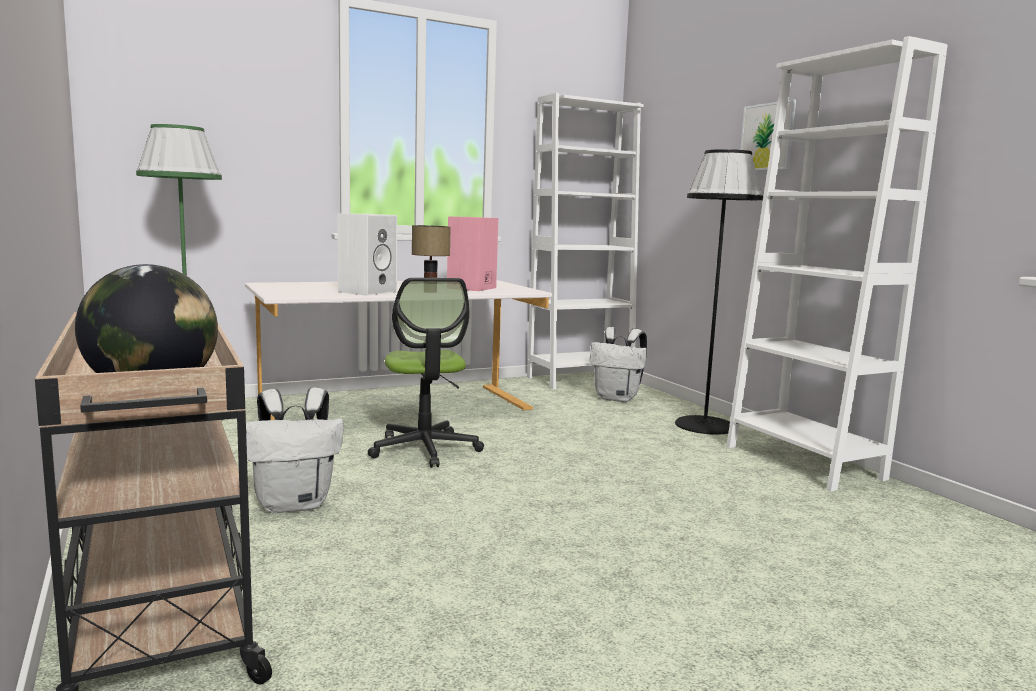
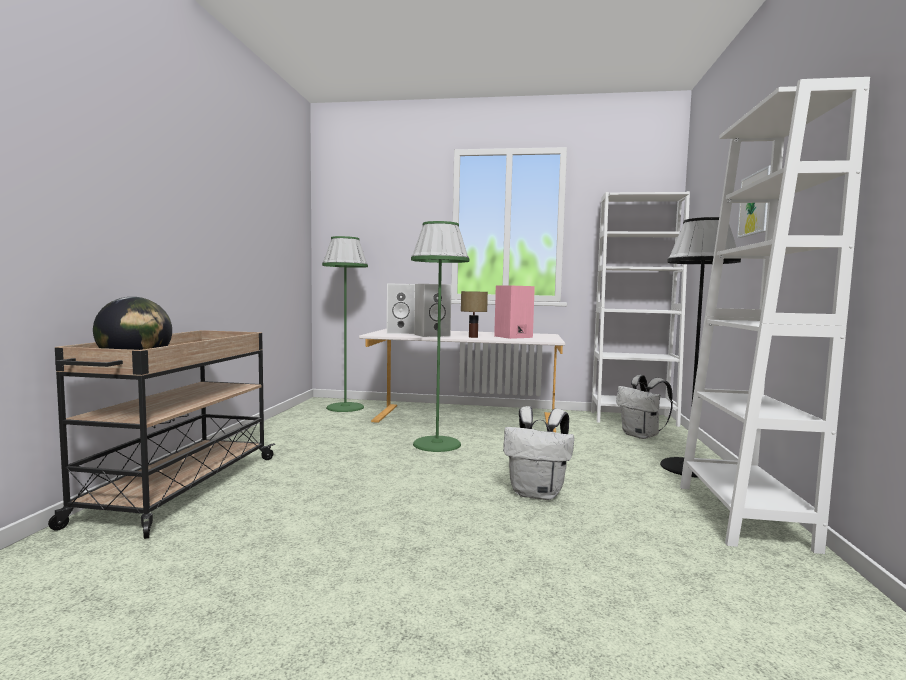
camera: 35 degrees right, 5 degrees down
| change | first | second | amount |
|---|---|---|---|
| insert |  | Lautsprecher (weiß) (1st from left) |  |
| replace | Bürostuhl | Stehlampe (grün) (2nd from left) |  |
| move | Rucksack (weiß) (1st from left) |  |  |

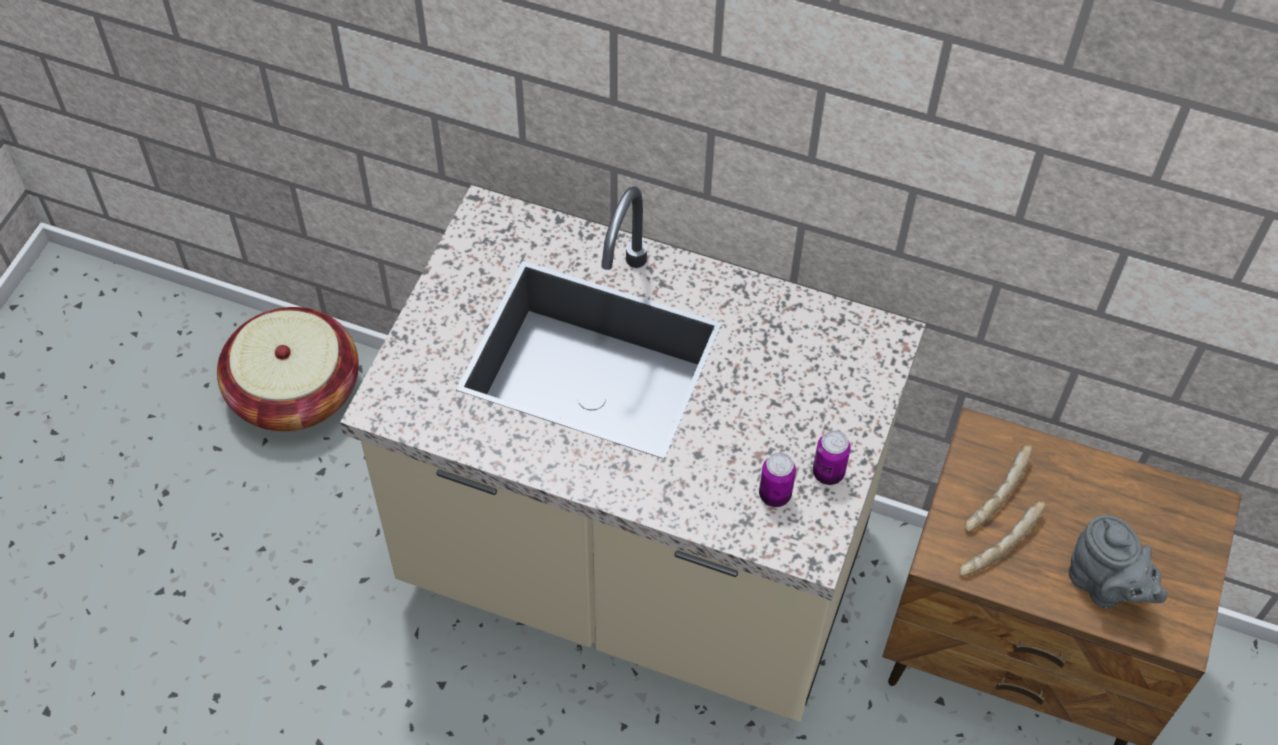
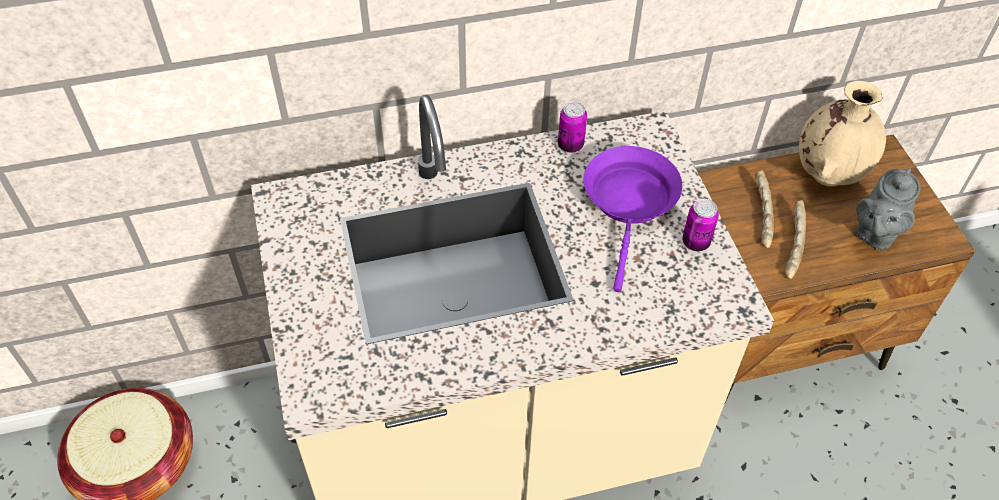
camera: 35 degrees left, 5 degrees down
| change | first | second | amount |
|---|---|---|---|
| move | Dose (1st from left) |  |  |
| insert |  | Pfanne (lila) |  |
| insert |  | Vase (beige) |  |
| rotate | Teekanne (grau) |  | 105 degrees clockwise |

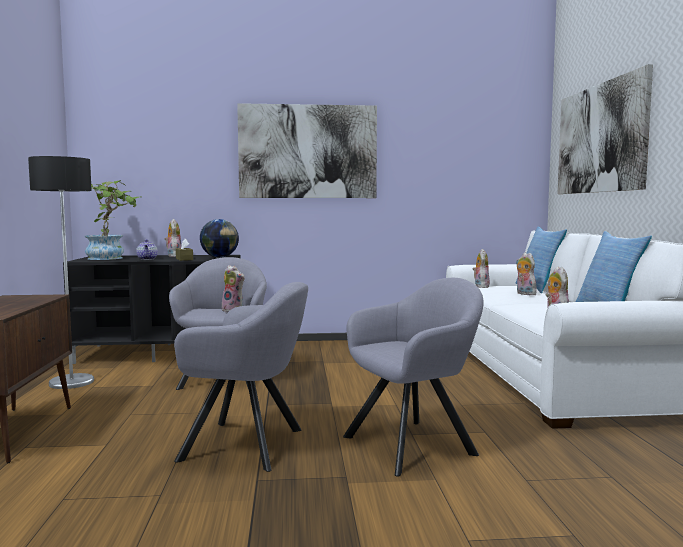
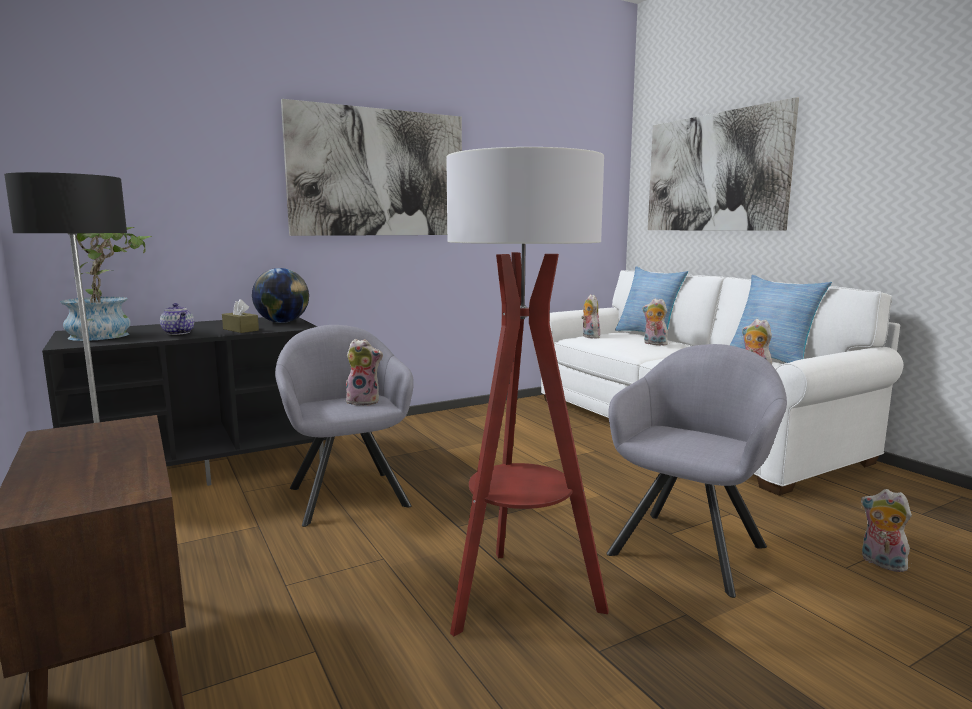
camera: 25 degrees left, 5 degrees up
| change | first | second | amount |
|---|---|---|---|
| replace | Sessel (grau) (2nd from left) | Stehlampe (2nd from left) |  |
| move | Plüschtier (1st from left in the first image) | Plüschtier (5th from left) |  |

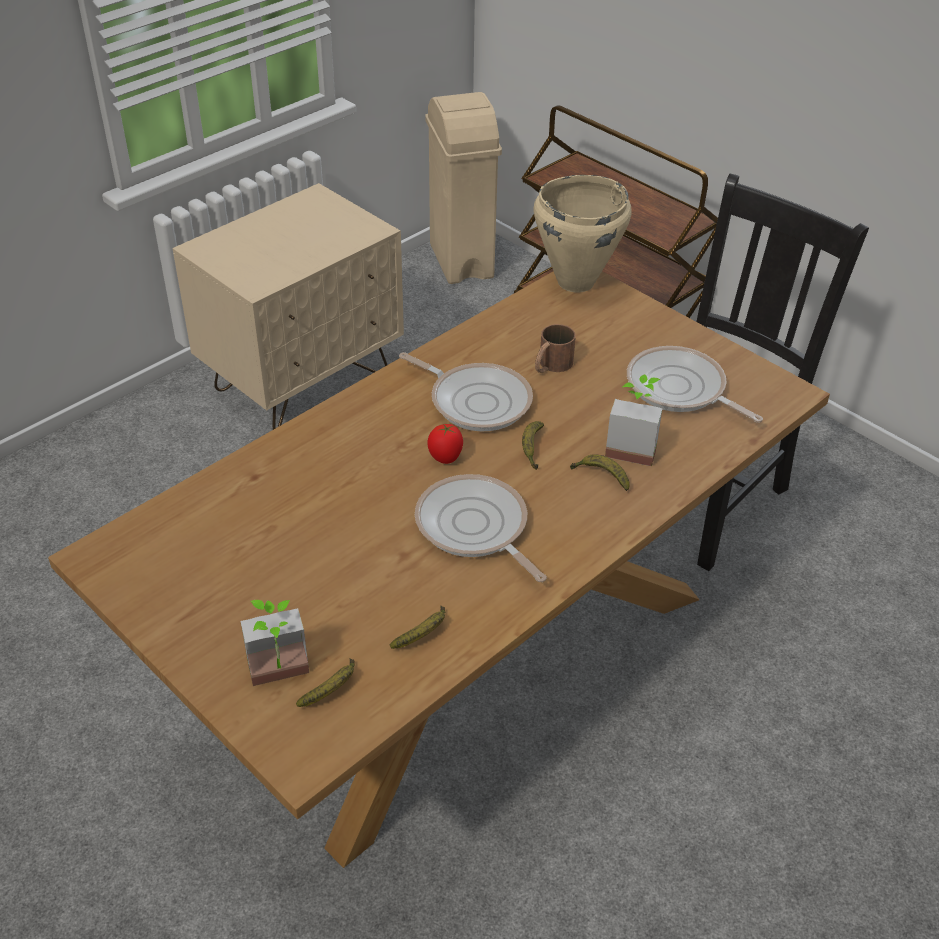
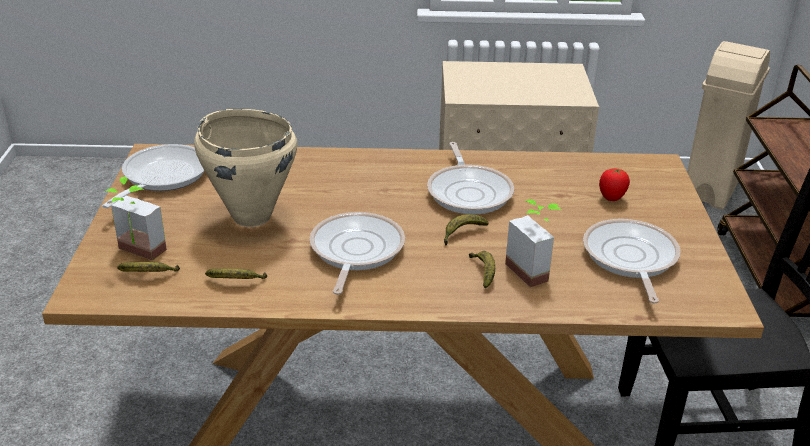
camera: 45 degrees right, 10 degrees down
| change | first | second | amount |
|---|---|---|---|
| insert |  | Pfanne (1st from left) |  |
| move | Kochtopf (beige) |  |  |
| move | Tomate |  |  |
| delete | Henkelbecher (braun) |  |  |

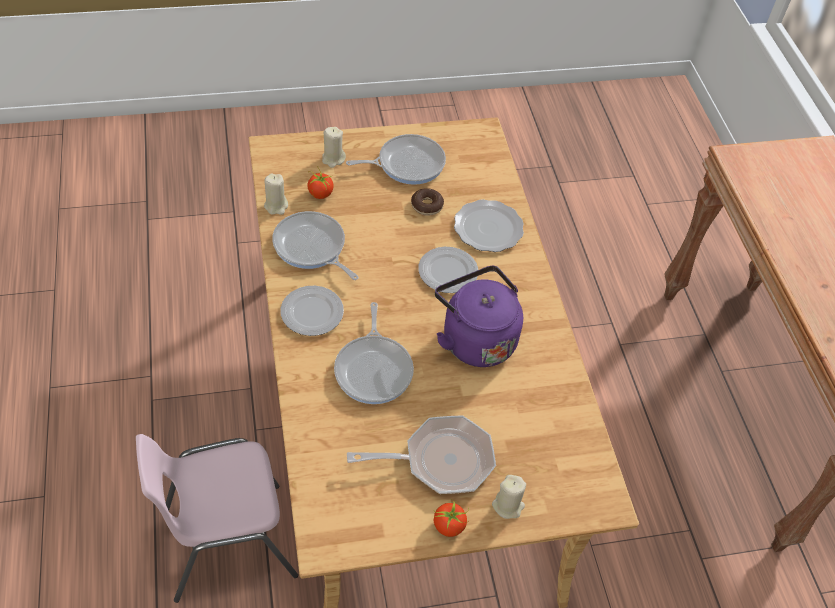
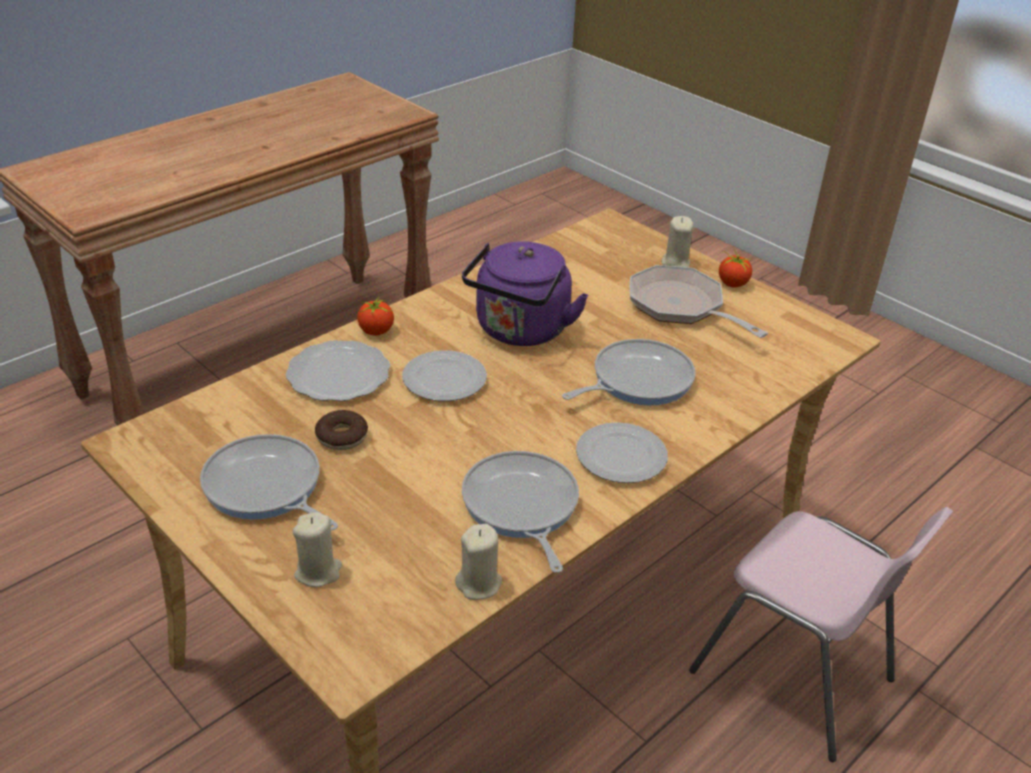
camera: 120 degrees left, 15 degrees down
| change | first | second | amount |
|---|---|---|---|
| move | Tomate (1st from left) |  |  |
| rotate | Pfanne (1st from left in the first image) | Pfanne (2nd from left) | 150 degrees clockwise |

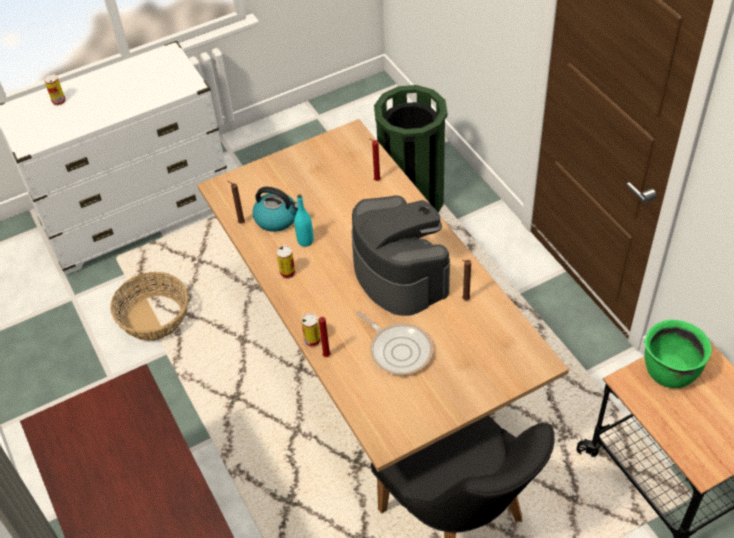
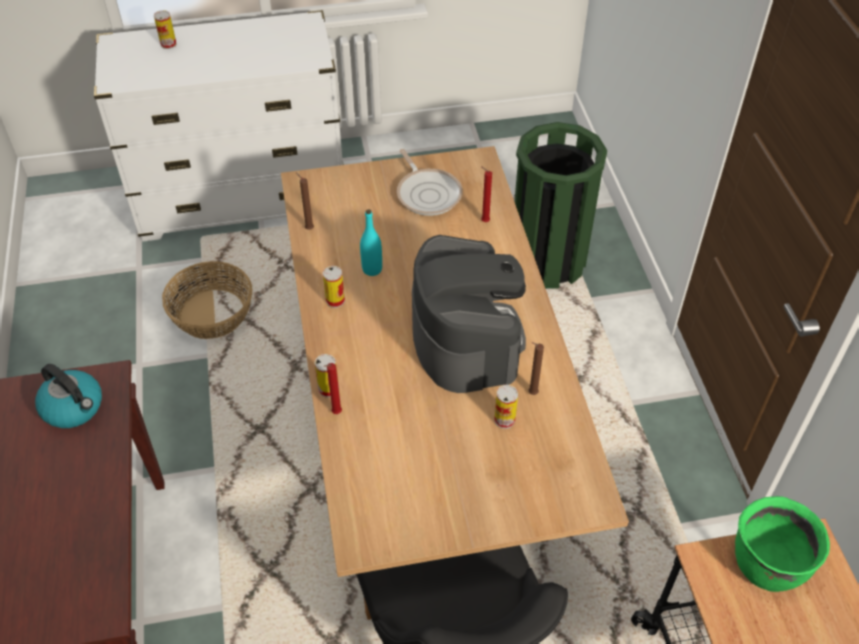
camera: 15 degrees right, 0 degrees up
| change | first | second | amount |
|---|---|---|---|
| move | Wasserkessel |  |  |
| move | Pfanne |  |  |
| insert |  | Dose (4th from left) |  |

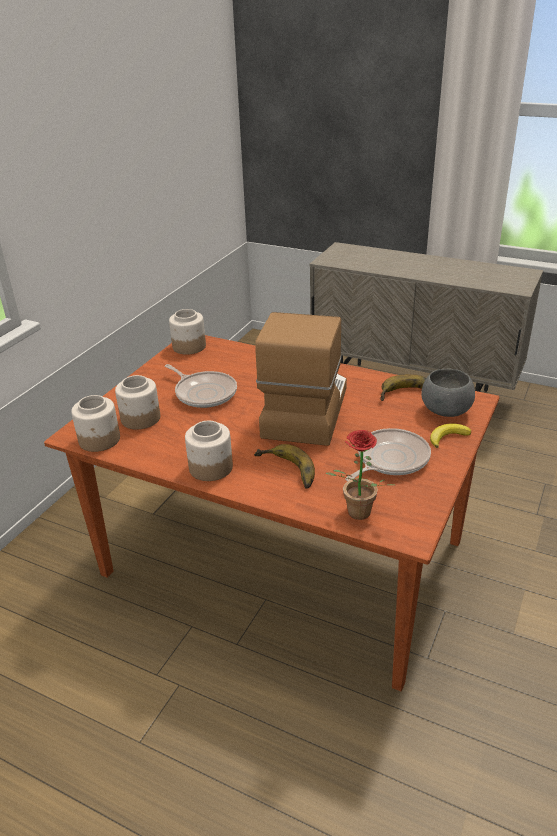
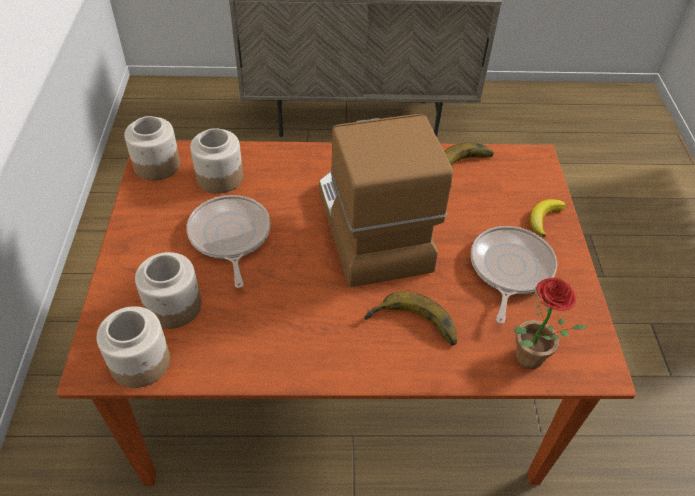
camera: 30 degrees left, 15 degrees up
| change | first | second | amount |
|---|---|---|---|
| rotate | Pfanne (1st from left) |  | 120 degrees counterclockwise |
| move | Vorratsglas (4th from left) |  |  |
| delete | Schüssel (grau) |  |  |

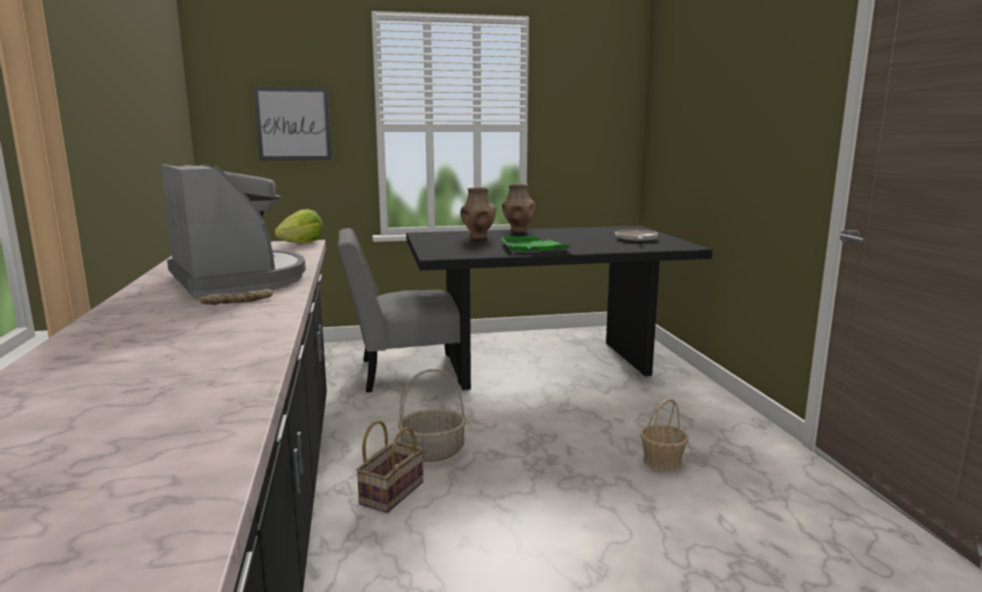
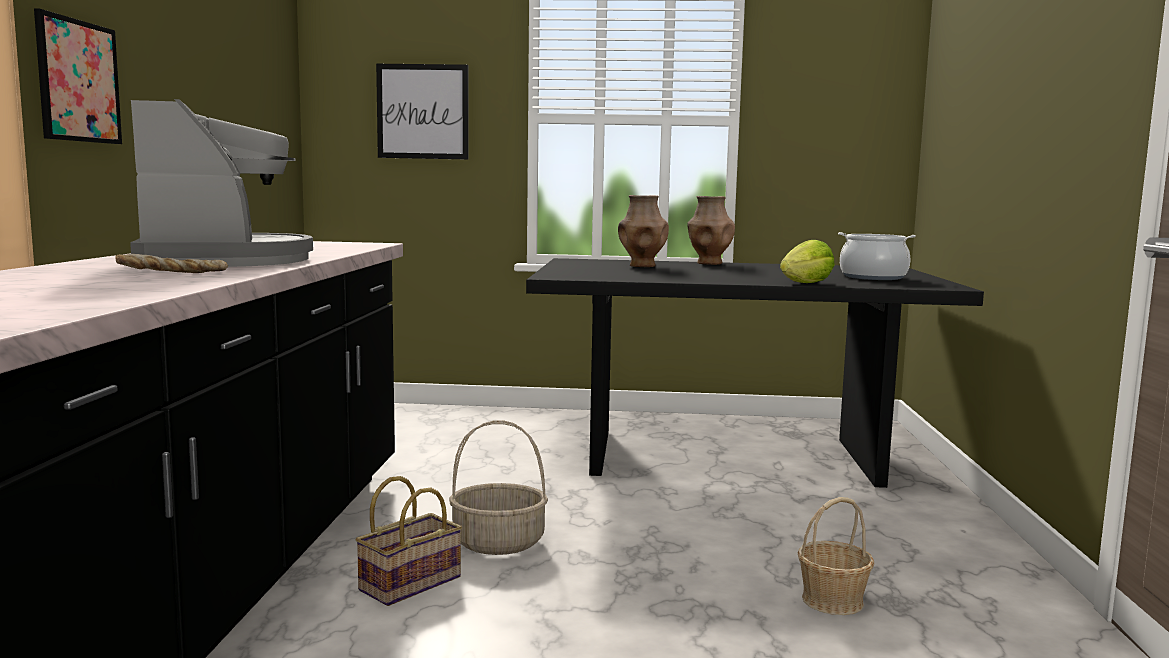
camera: 15 degrees right, 5 degrees down
| change | first | second | amount |
|---|---|---|---|
| insert |  | Bild (1st from left) |  |
| move | Salatkopf |  |  |
| replace | Pfanne | Kochtopf |  |
| delete | Stuhl (grau) |  |  |
| delete | Tablett (grün) |  |  |

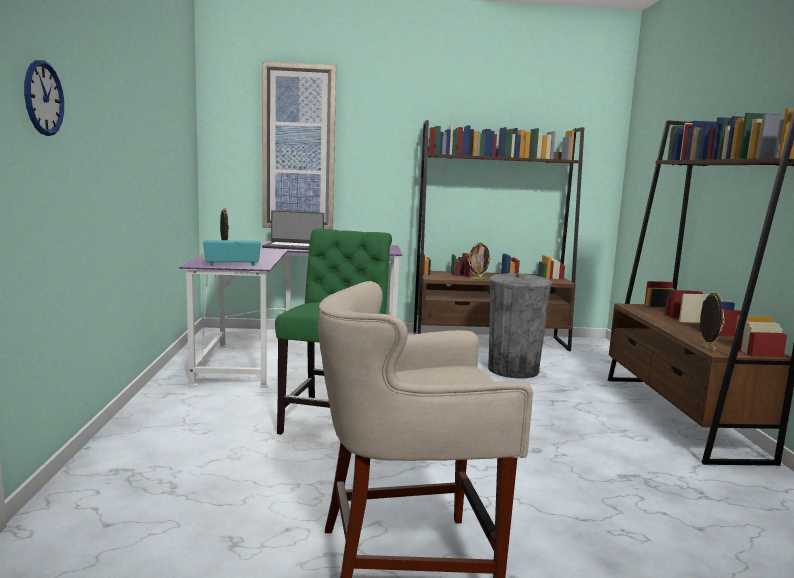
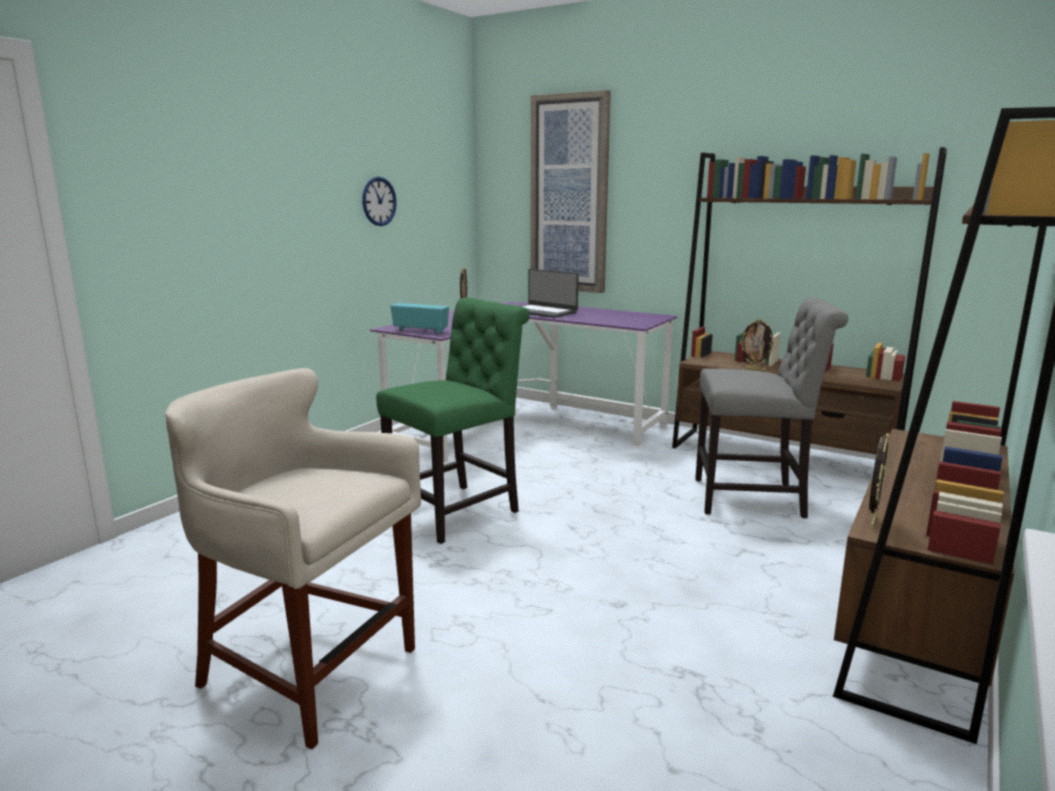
camera: 35 degrees right, 5 degrees up
| change | first | second | amount |
|---|---|---|---|
| move | Wanduhr |  |  |
| replace | Mülleimer (grau) | Stuhl (grau) |  |

